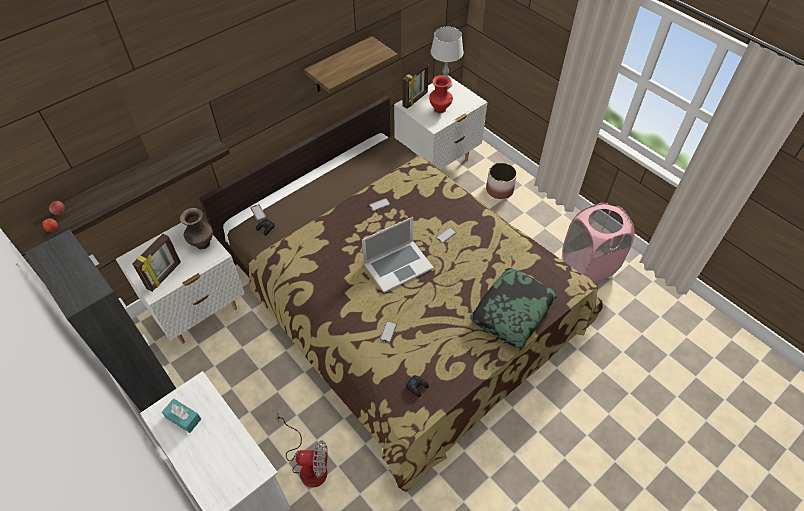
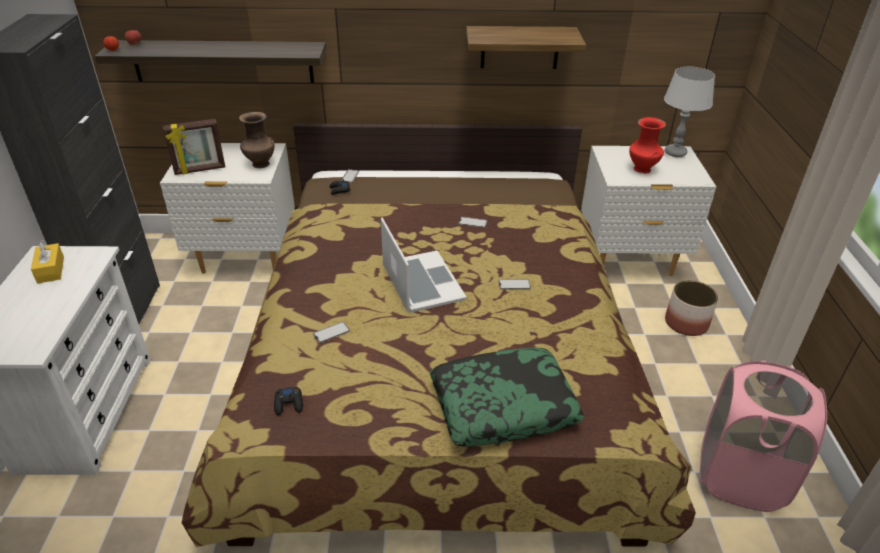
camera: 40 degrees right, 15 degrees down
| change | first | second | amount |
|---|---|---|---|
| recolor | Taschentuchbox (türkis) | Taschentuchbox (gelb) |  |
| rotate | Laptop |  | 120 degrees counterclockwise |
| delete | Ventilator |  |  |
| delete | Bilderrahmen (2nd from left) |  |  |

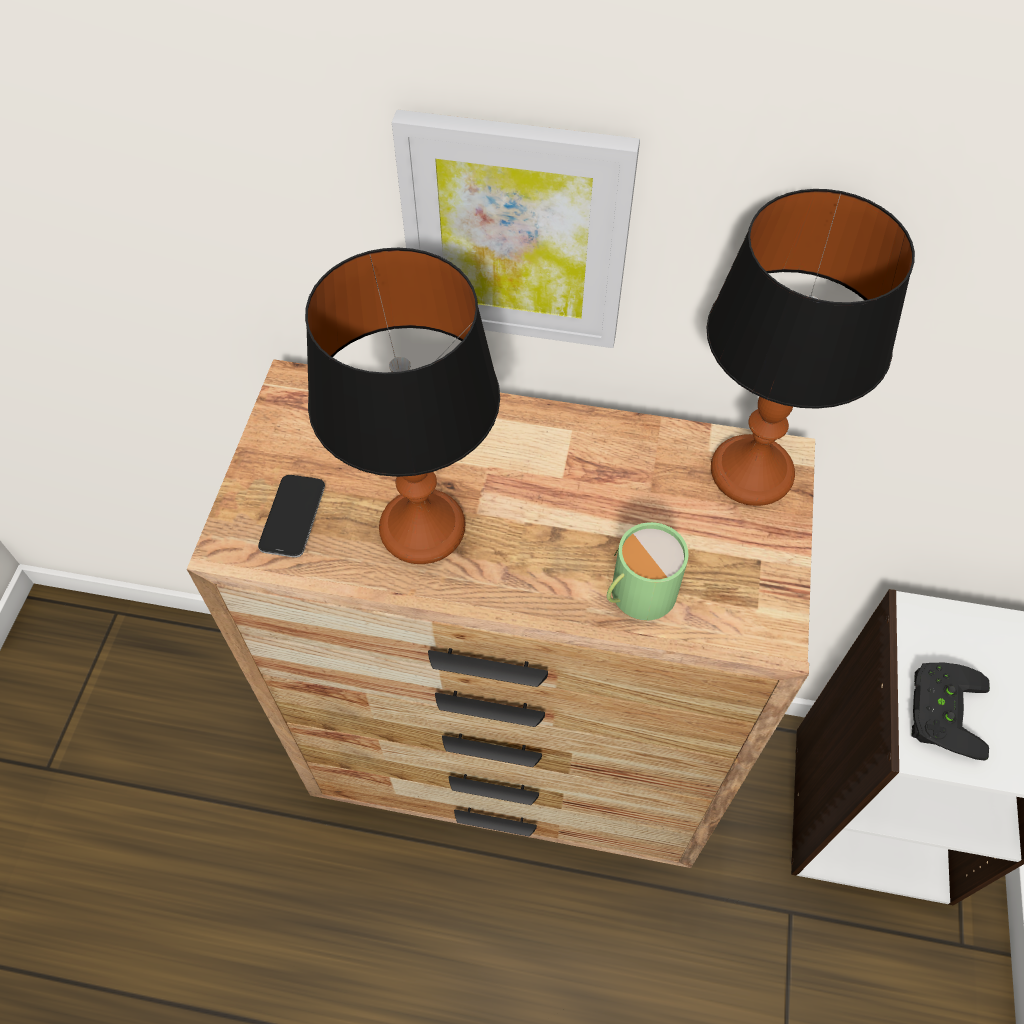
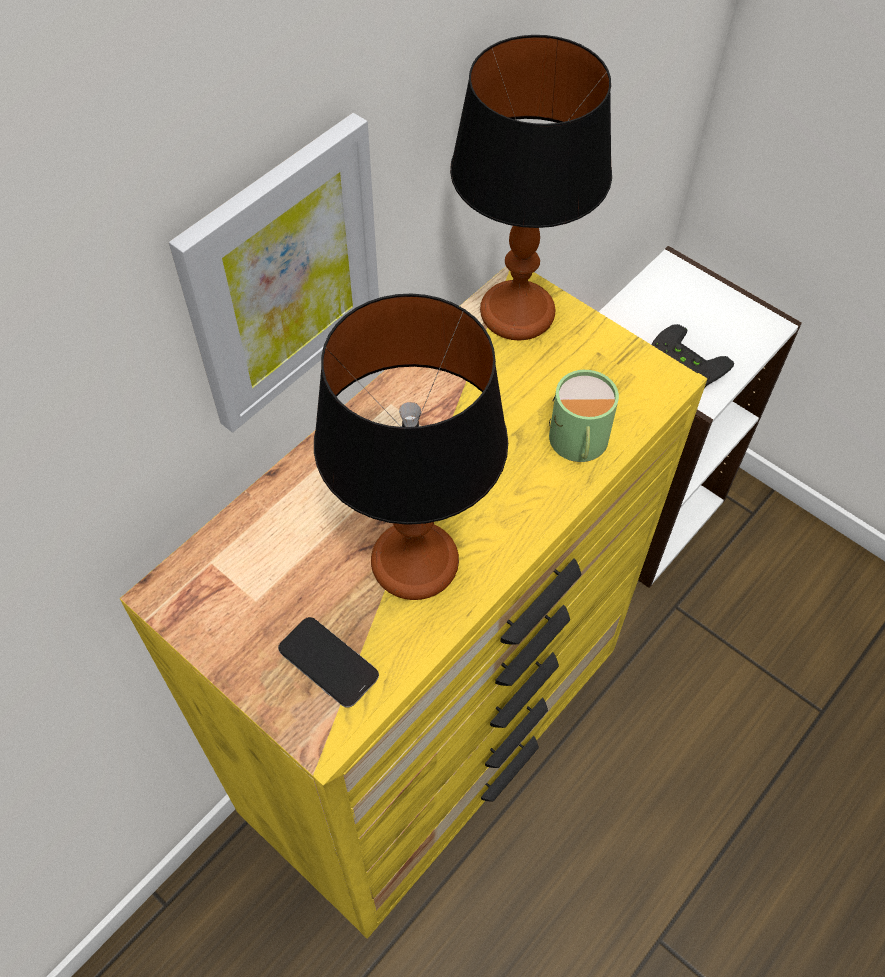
camera: 60 degrees left, 0 degrees up
| change | first | second | amount |
|---|---|---|---|
| recolor | Kommode (braun) | Kommode (gelb) |  |

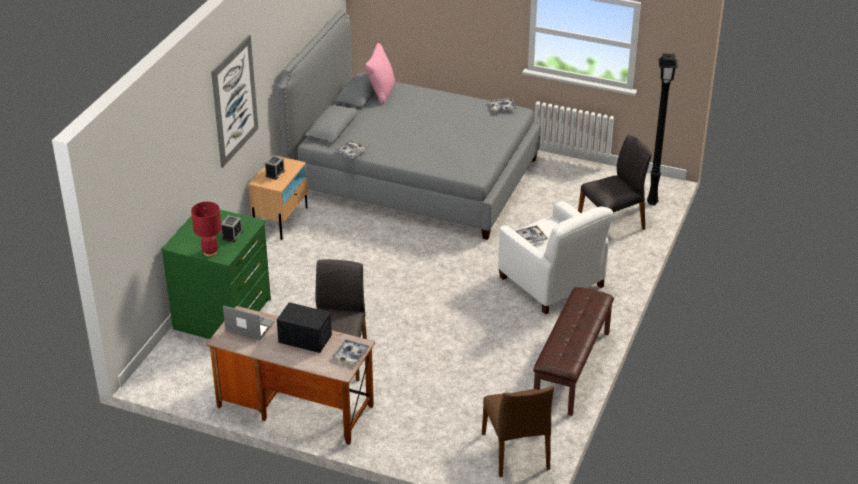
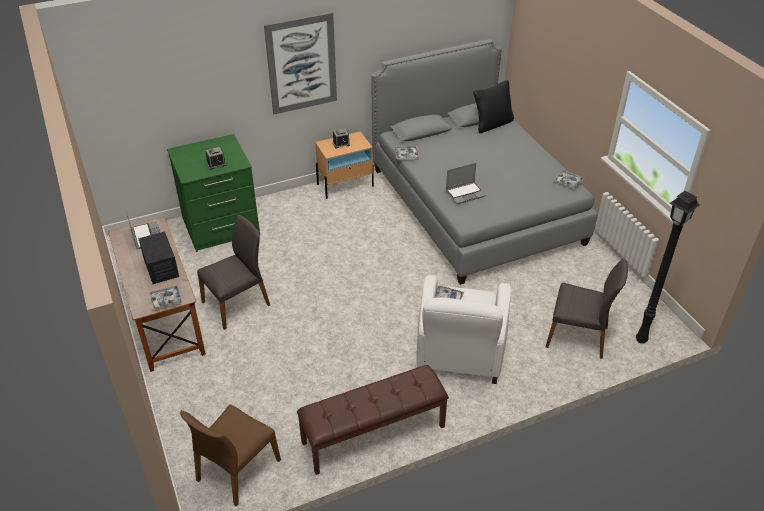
camera: 45 degrees right, 5 degrees up
| change | first | second | amount |
|---|---|---|---|
| insert |  | Laptop (2nd from left) |  |
| recolor | Kissen (rosa) | Kissen (schwarz) |  |
| delete | Tischlampe (rot) |  |  |

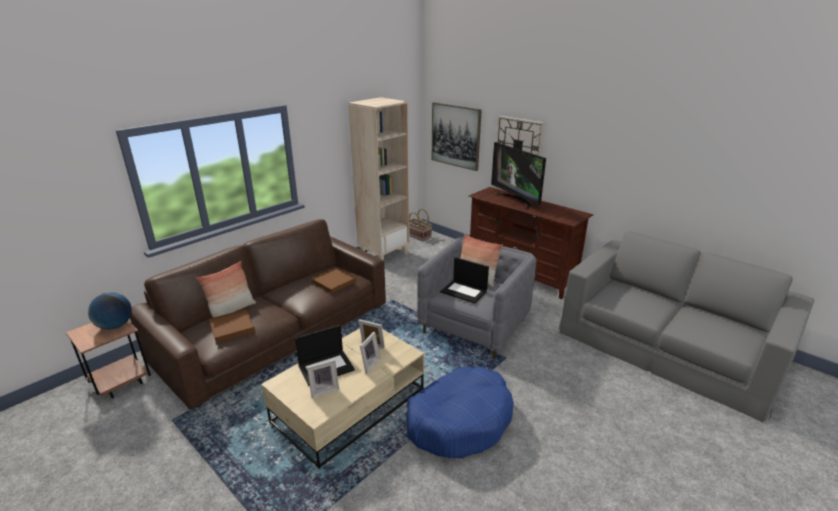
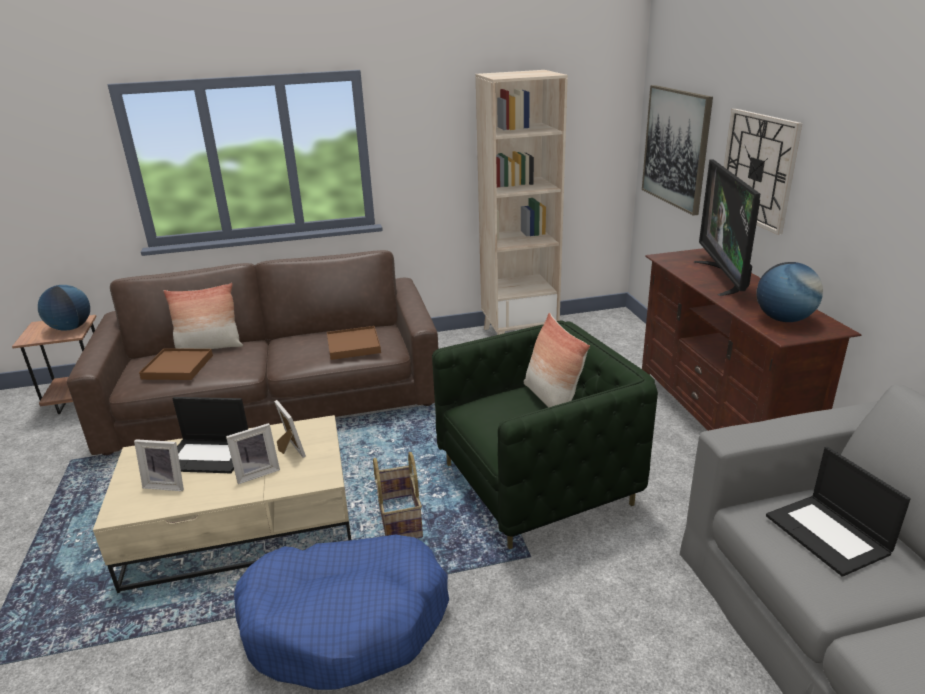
camera: 35 degrees right, 0 degrees up
| change | first | second | amount |
|---|---|---|---|
| move | Korb |  |  |
| recolor | Sessel (grau) | Sessel (grün) |  |
| insert |  | Globus (2nd from left) |  |
| move | Laptop (2nd from left) |  |  |

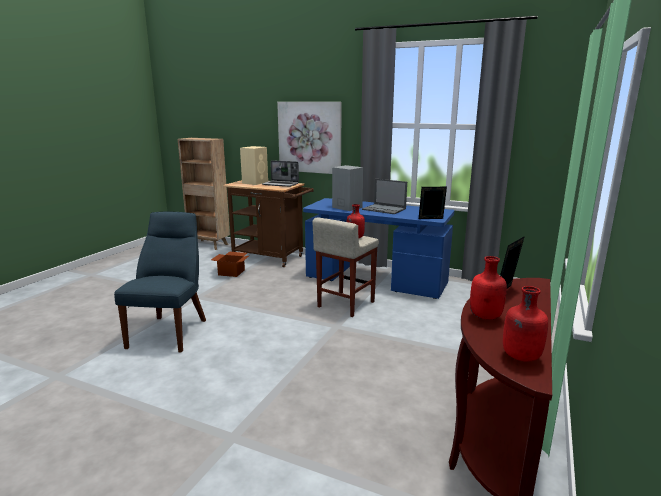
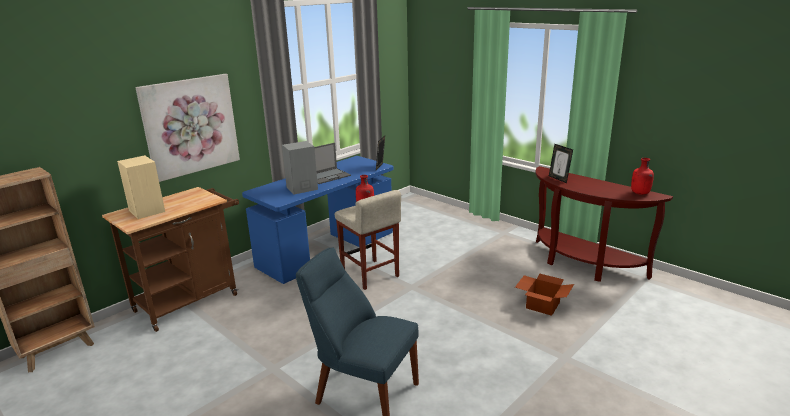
camera: 70 degrees left, 5 degrees up
| change | first | second | amount |
|---|---|---|---|
| move | Karton |  |  |
| delete | Laptop (1st from left) |  |  |
| delete | Flasche (rot) (2nd from left) |  |  |

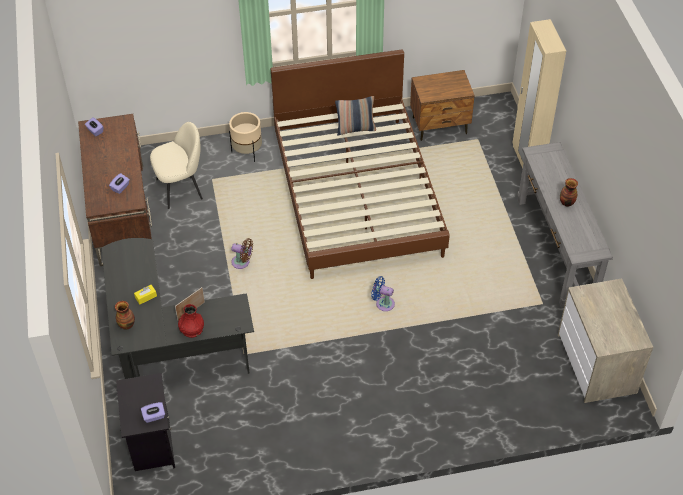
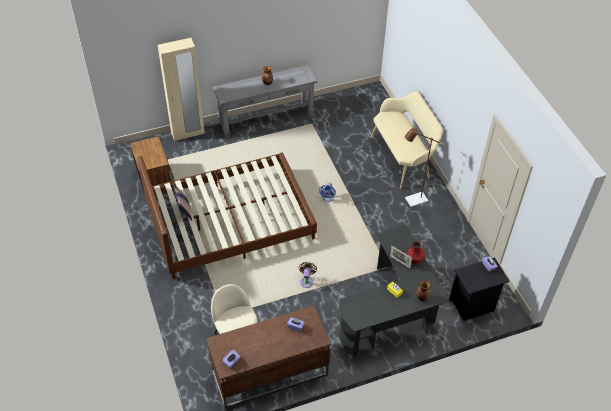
camera: 100 degrees left, 0 degrees up
| change | first | second | amount |
|---|---|---|---|
| insert |  | Bank (beige) |  |
| insert |  | Stehlampe (braun) |  |
| delete | Pflanzkübel (beige) |  |  |
| delete | Kommode |  |  |

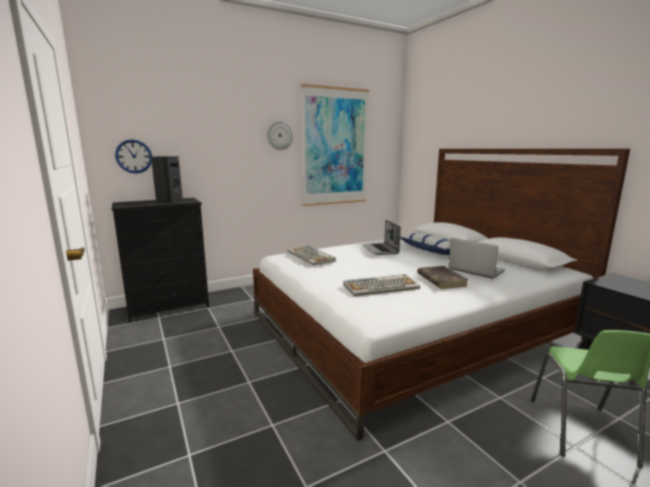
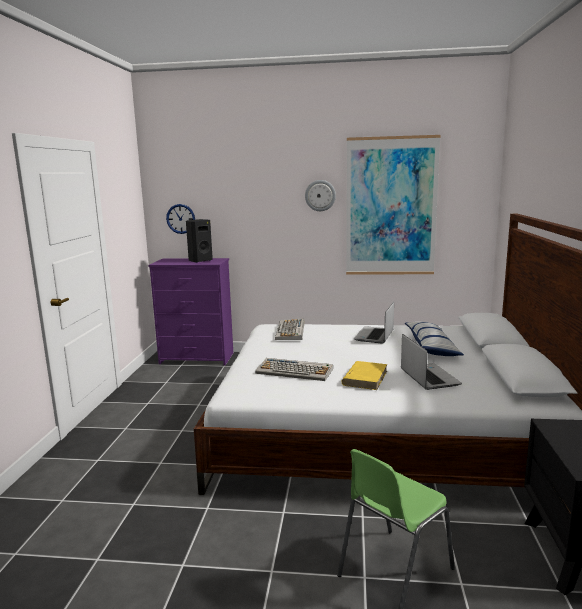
camera: 35 degrees right, 0 degrees up
| change | first | second | amount |
|---|---|---|---|
| recolor | Kommode (schwarz) | Kommode (lila) |  |
| recolor | Buch (braun) | Buch (gelb) |  |

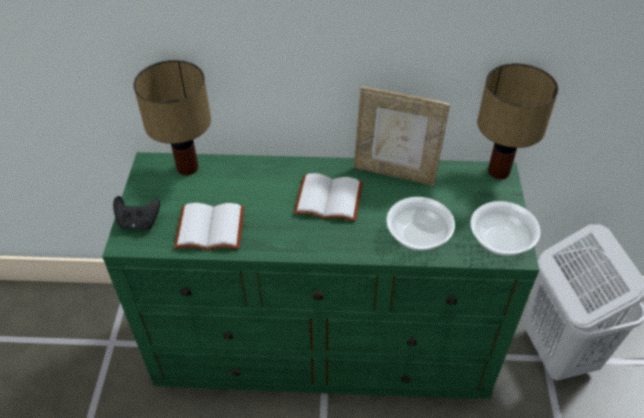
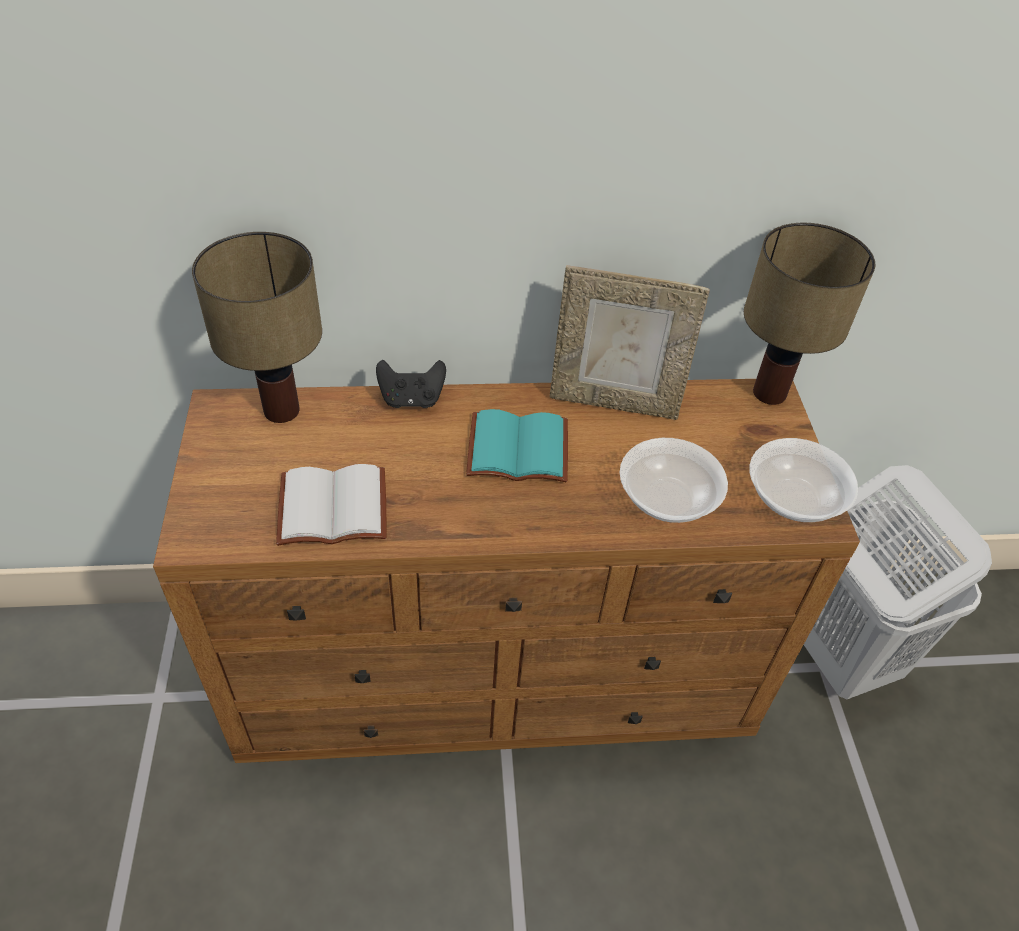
camera: 10 degrees left, 0 degrees up
| change | first | second | amount |
|---|---|---|---|
| recolor | Kommode (grün) | Kommode (braun) |  |
| move | Gamepad (schwarz) |  |  |
| recolor | Buch (weiß) (2nd from left) | Buch (türkis) |  |

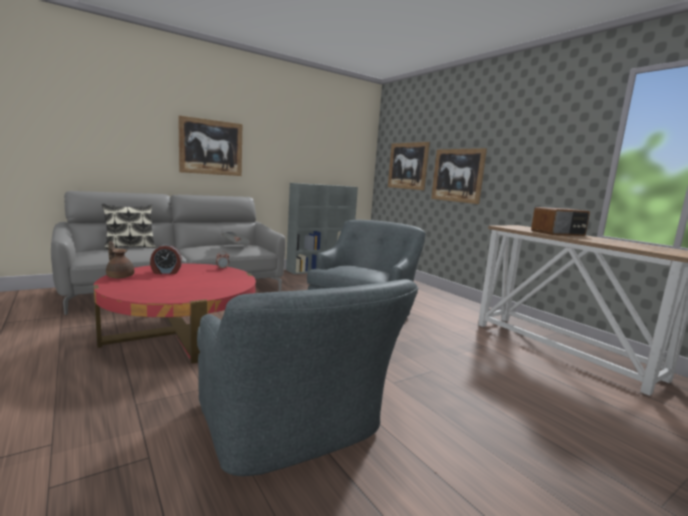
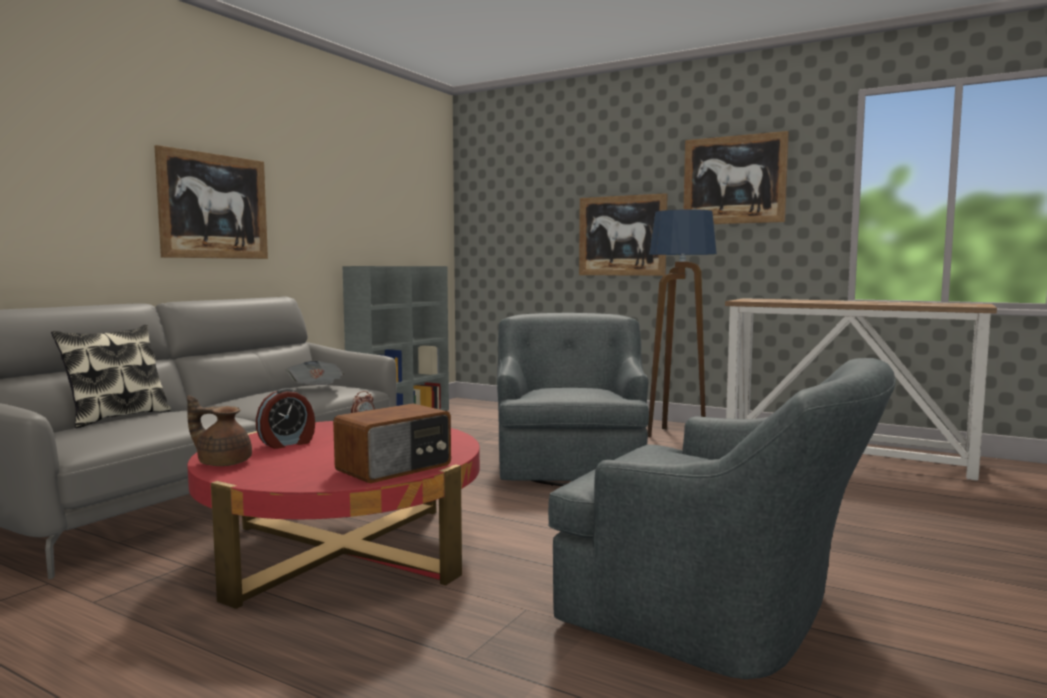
camera: 25 degrees left, 5 degrees down
| change | first | second | amount |
|---|---|---|---|
| move | Radio |  |  |
| insert |  | Stehlampe |  |
| move | Bild (2nd from left in the first image) | Bild (3rd from left) |  |

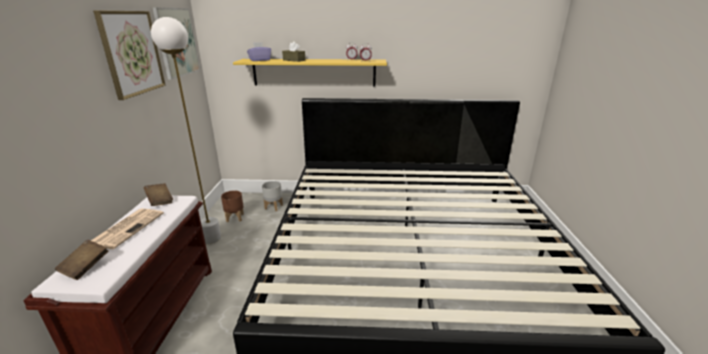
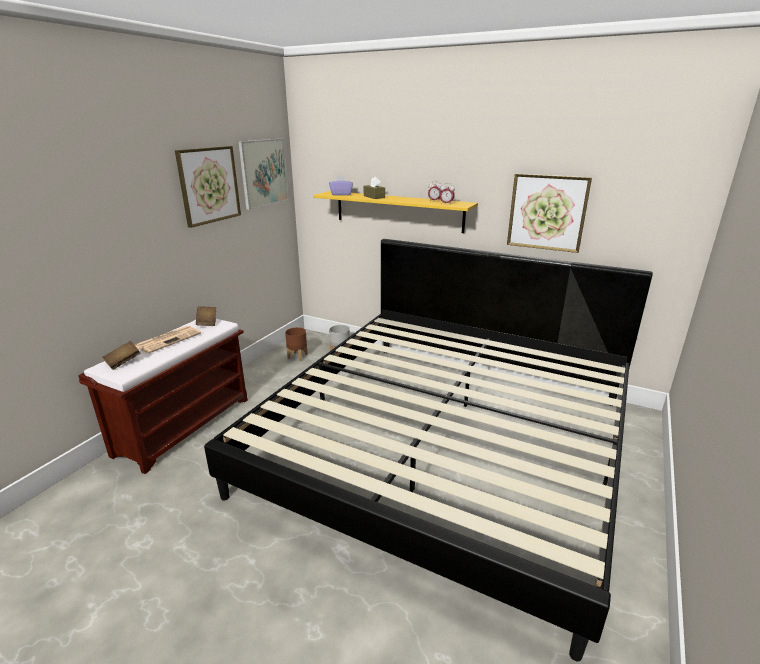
camera: 25 degrees right, 0 degrees up
| change | first | second | amount |
|---|---|---|---|
| insert |  | Bild (3rd from left) |  |
| delete | Stehlampe (weiß) |  |  |

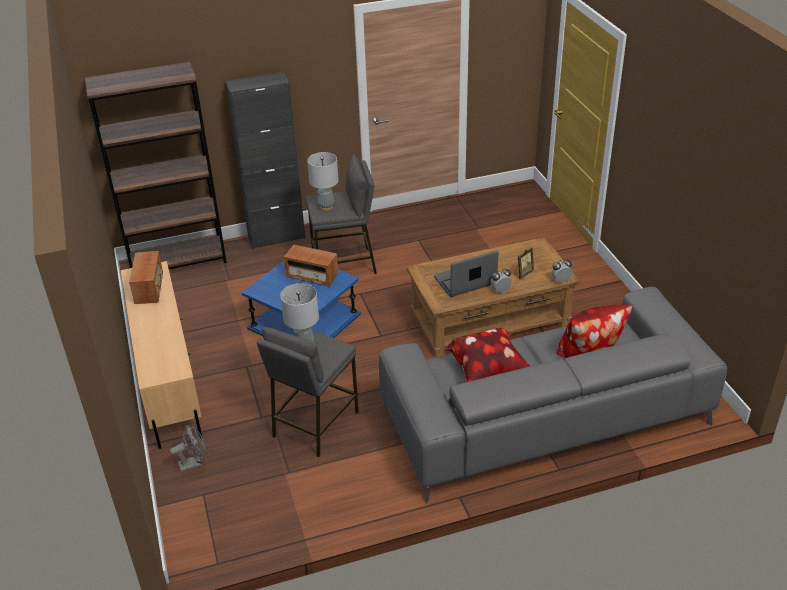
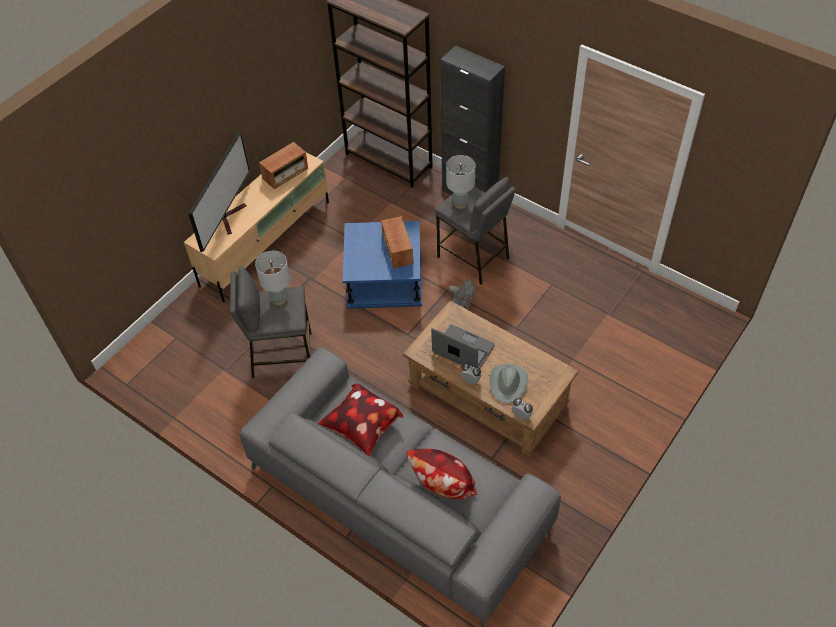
camera: 55 degrees right, 15 degrees up
| change | first | second | amount |
|---|---|---|---|
| insert |  | Fernseher |  |
| move | Ventilator (grau) |  |  |
| replace | Bilderrahmen | Hut (grau) |  |

